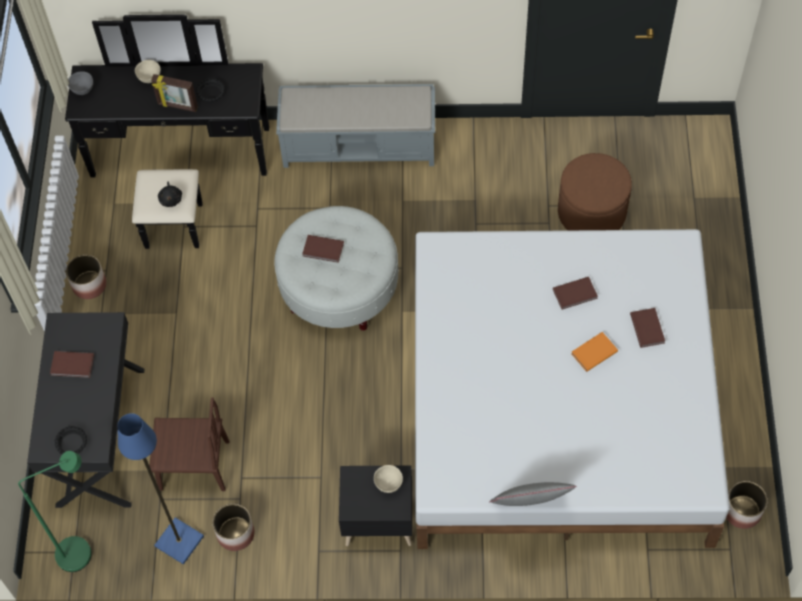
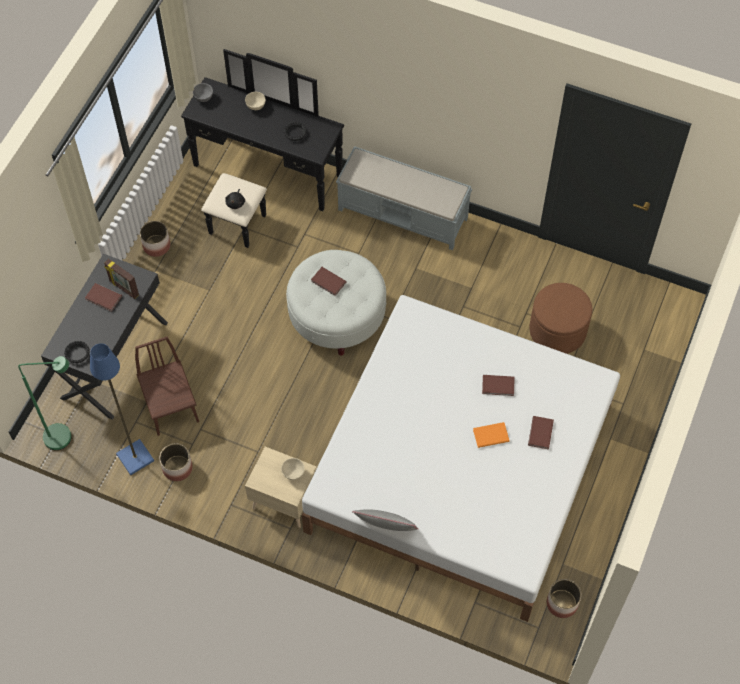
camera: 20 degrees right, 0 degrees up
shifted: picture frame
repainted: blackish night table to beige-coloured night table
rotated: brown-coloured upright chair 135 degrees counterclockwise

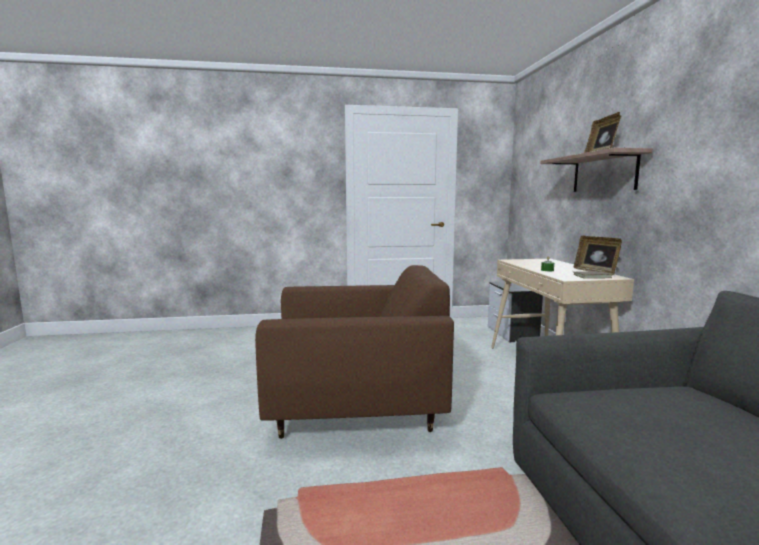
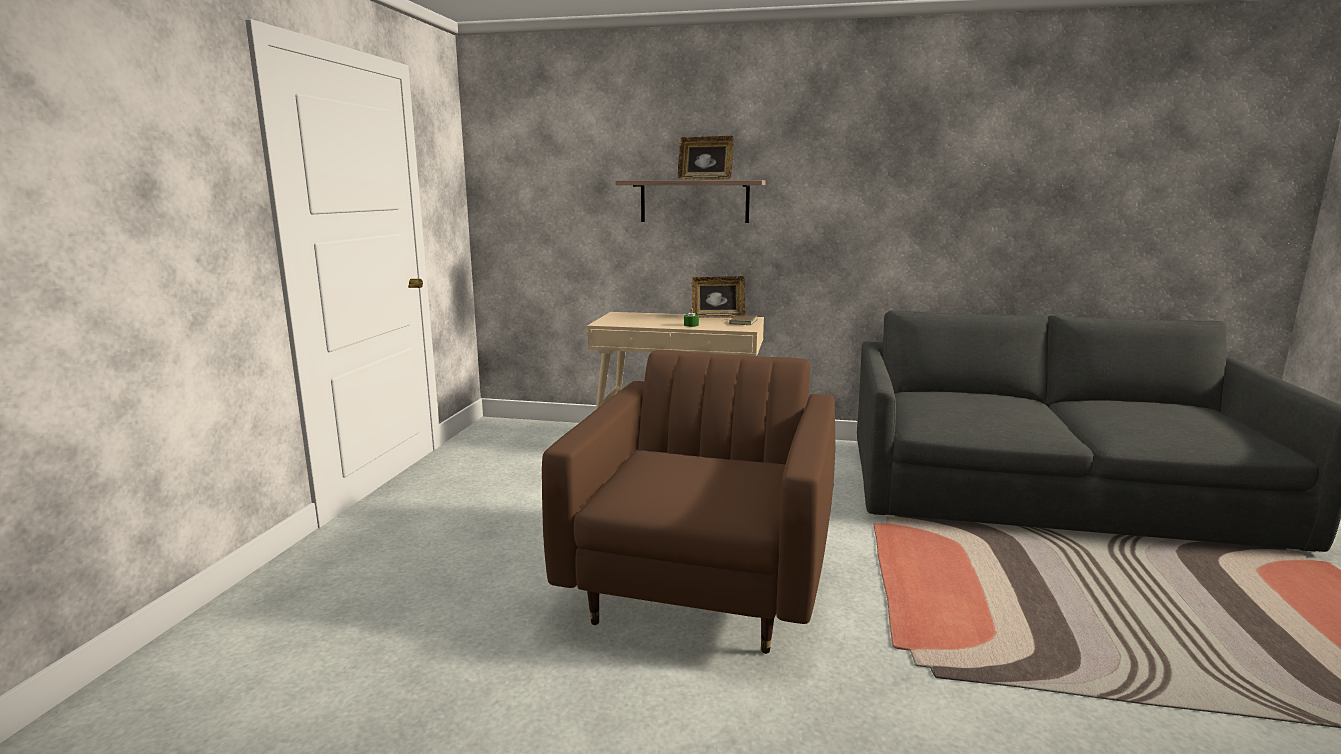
camera: 70 degrees left, 5 degrees up
gone: night table

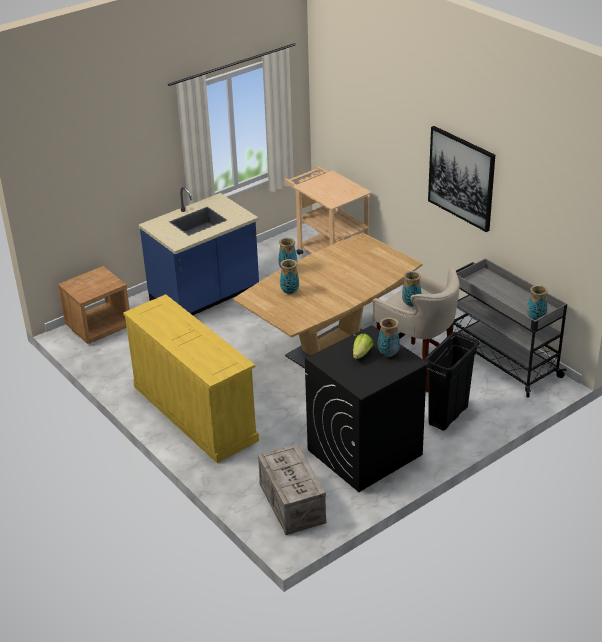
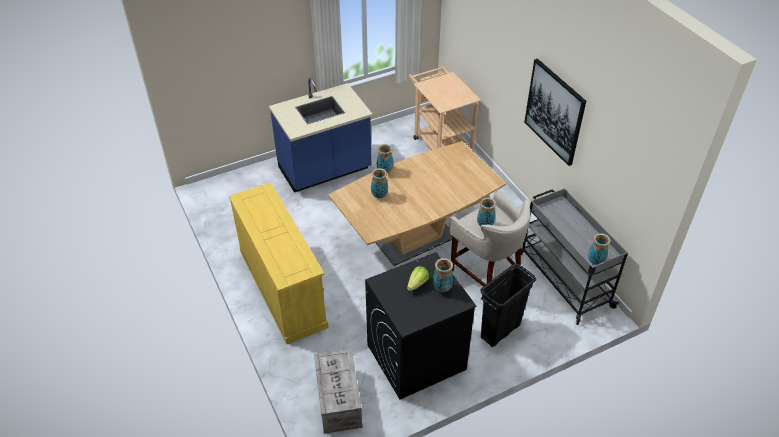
camera: 10 degrees right, 10 degrees up
gone: brown-coloured night table

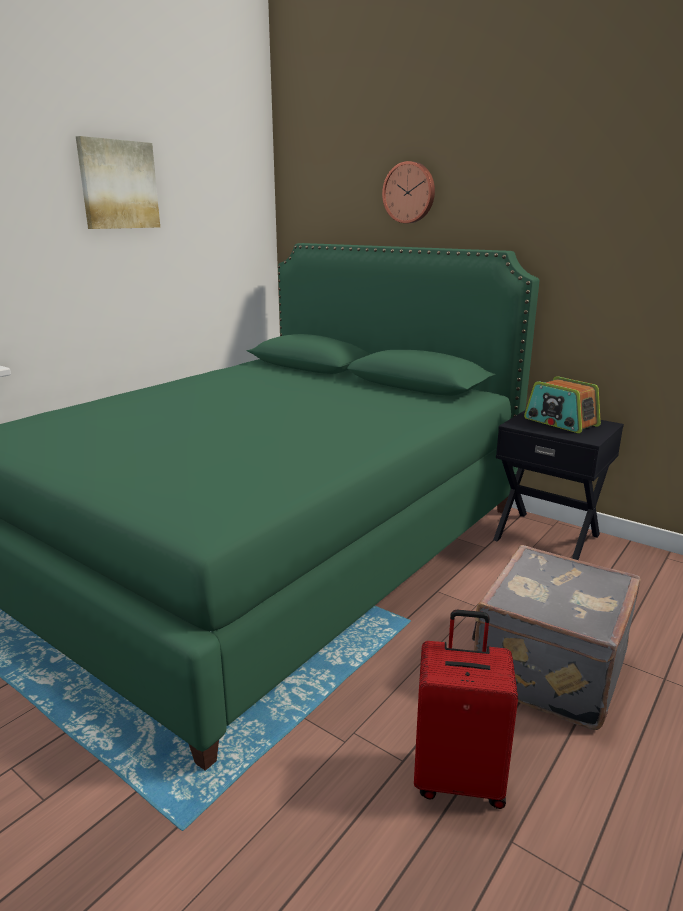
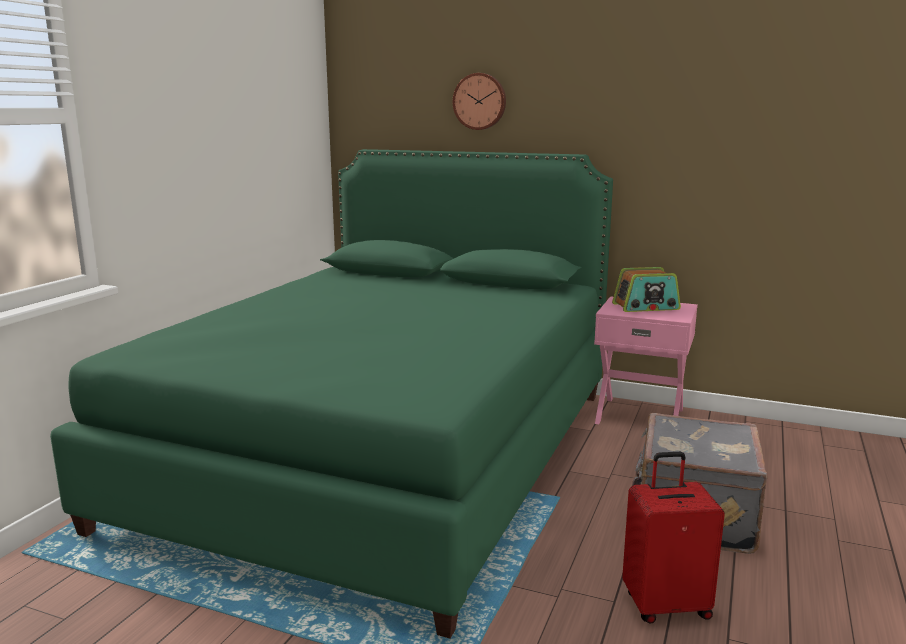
camera: 15 degrees left, 5 degrees down
gone: wall picture
repainted: blackish night table to pink night table
rotated: radio 45 degrees counterclockwise

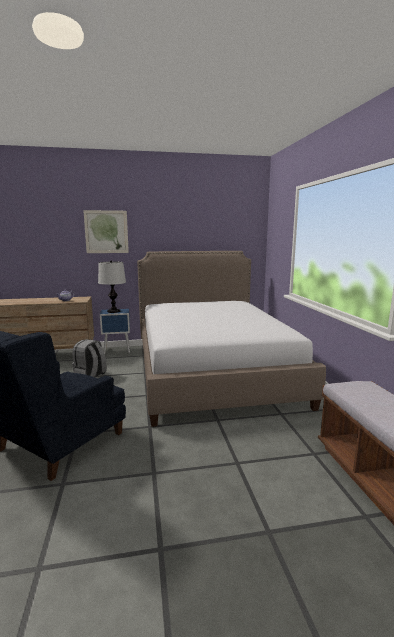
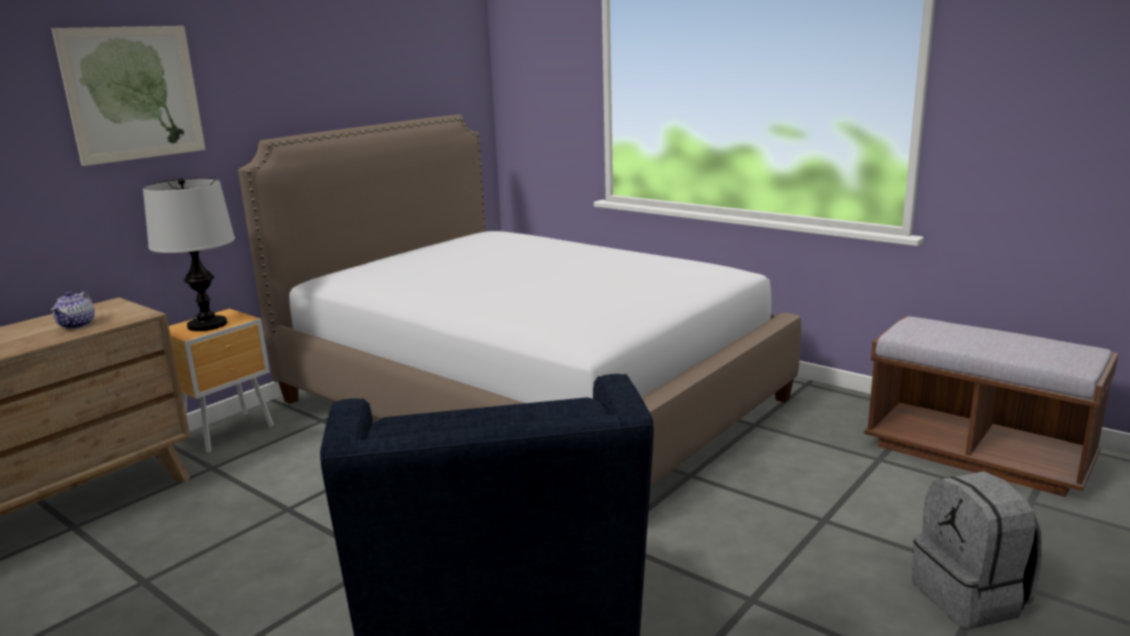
camera: 40 degrees left, 5 degrees up
shifted: greyish knapsack
repainted: bluish night table to brown-coloured night table

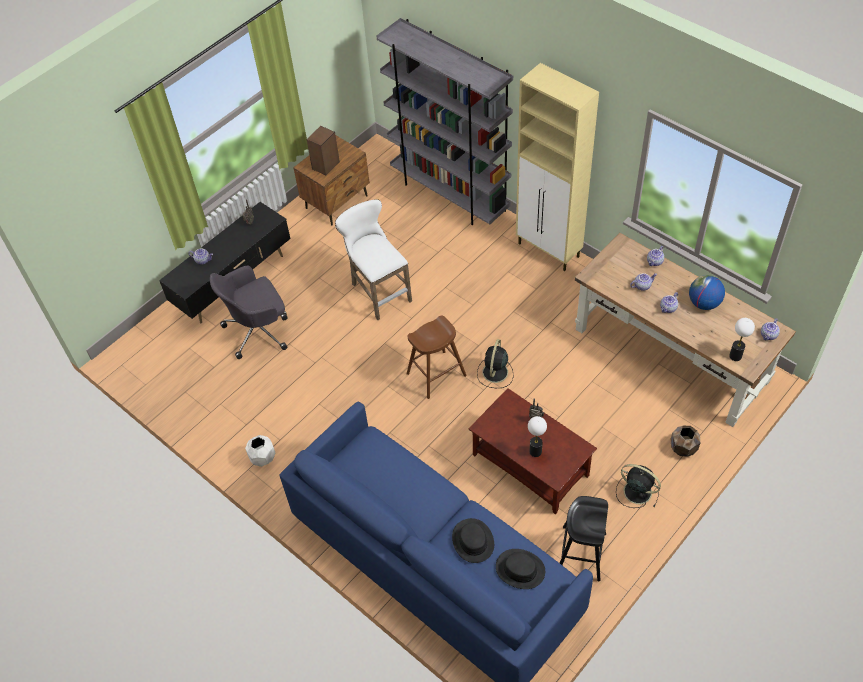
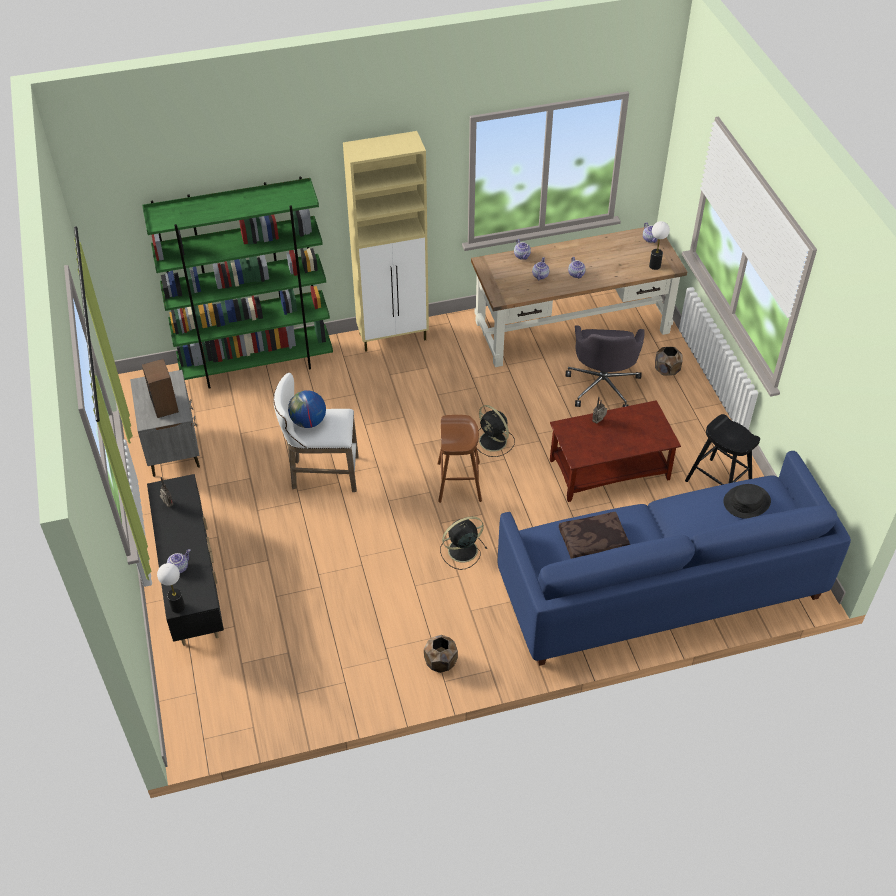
camera: 60 degrees left, 5 degrees down
gone: blackish clothing hat (no. 1 from left)
new: brown-coloured pillow
shifted: greyish office chair; table lamp (no. 1 from left); blackish electric fan (no. 2 from left in the first image) to blackish electric fan (no. 1 from left); desk globe
repainted: white plant pot to brown-coloured plant pot (no. 1 from left); brown-coloured night table to greyish night table; greyish bookshelf to green bookshelf

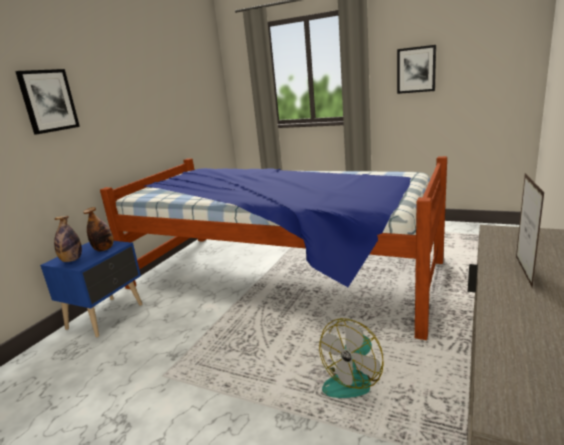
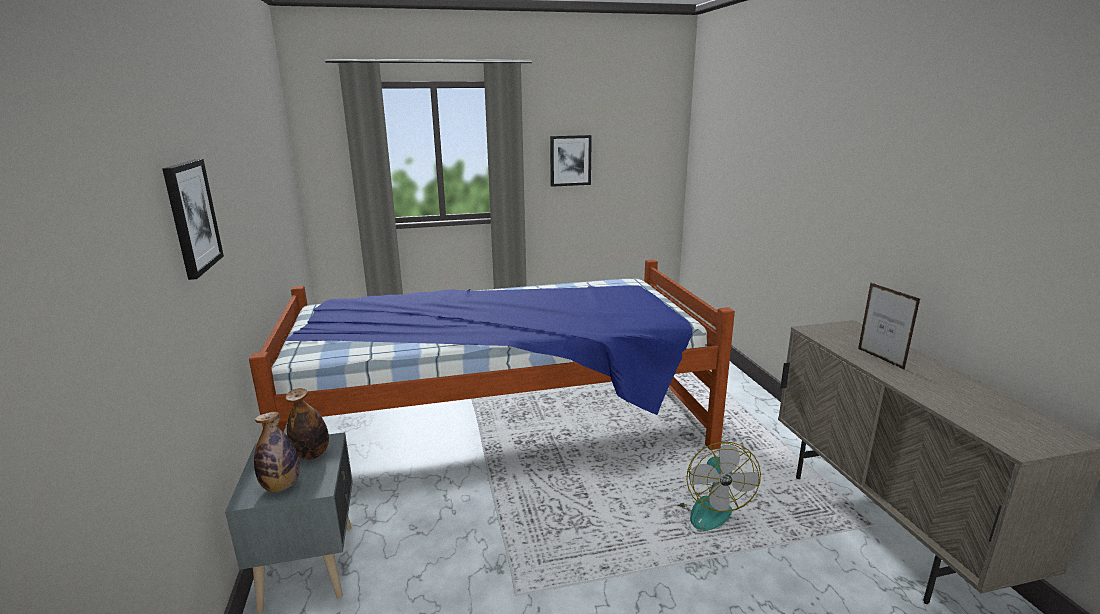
camera: 40 degrees left, 0 degrees up
repainted: bluish night table to greyish night table

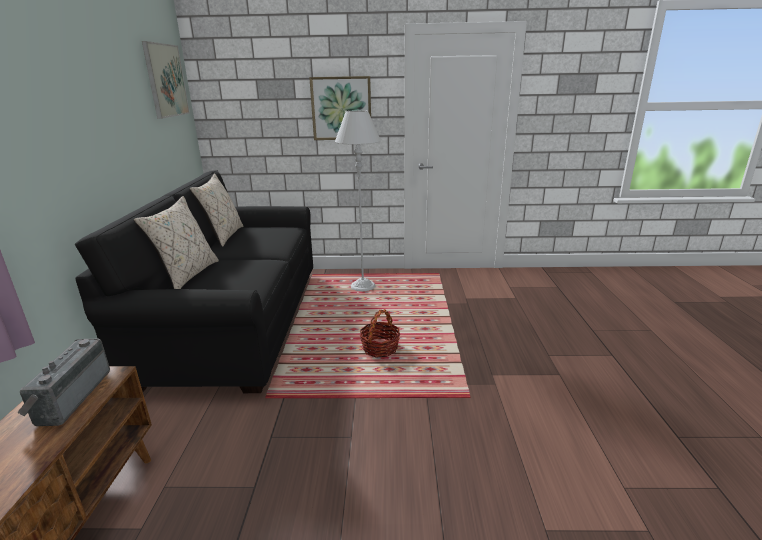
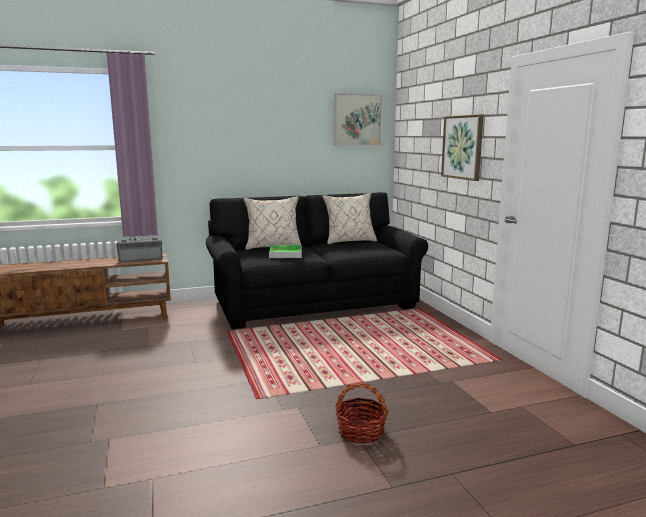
camera: 70 degrees right, 10 degrees down
gone: greyish standard lamp
new: carrying tray
shifted: storage basket

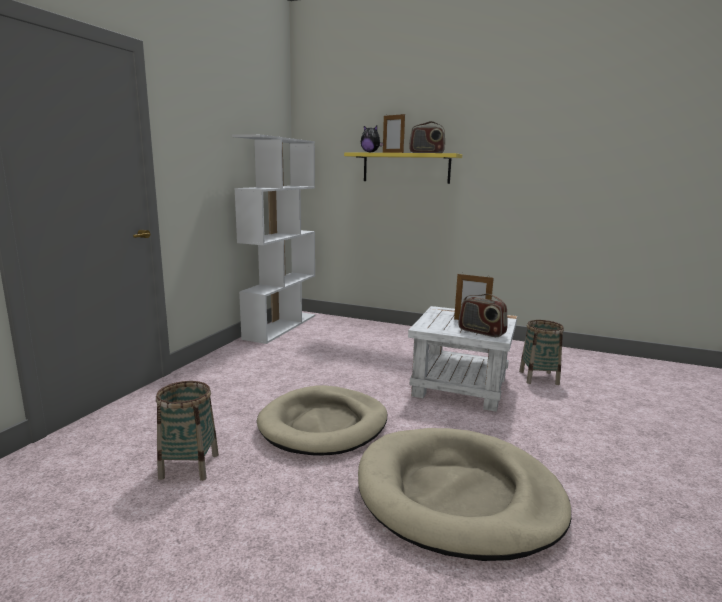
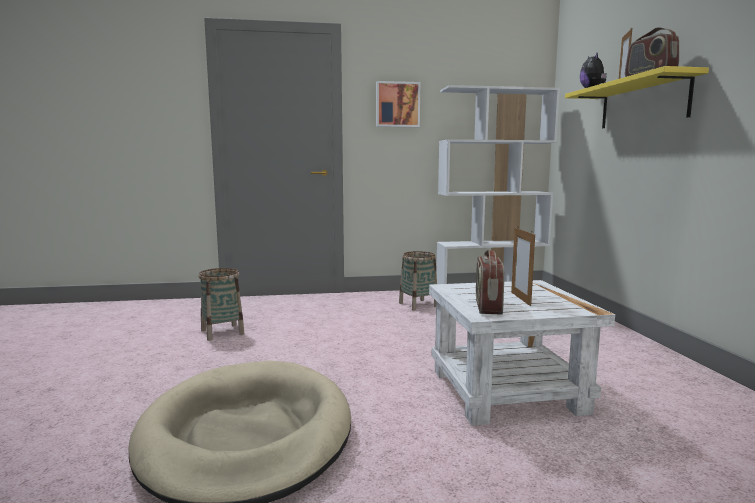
camera: 60 degrees right, 5 degrees down
gone: beige-coloured dog cushion (no. 1 from left)
new: wall picture
shifted: storage basket (no. 2 from left)

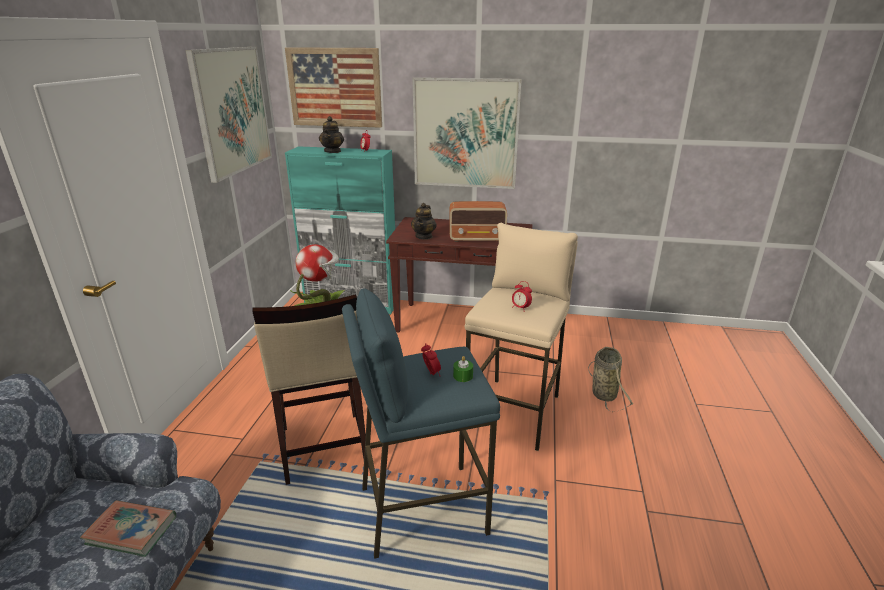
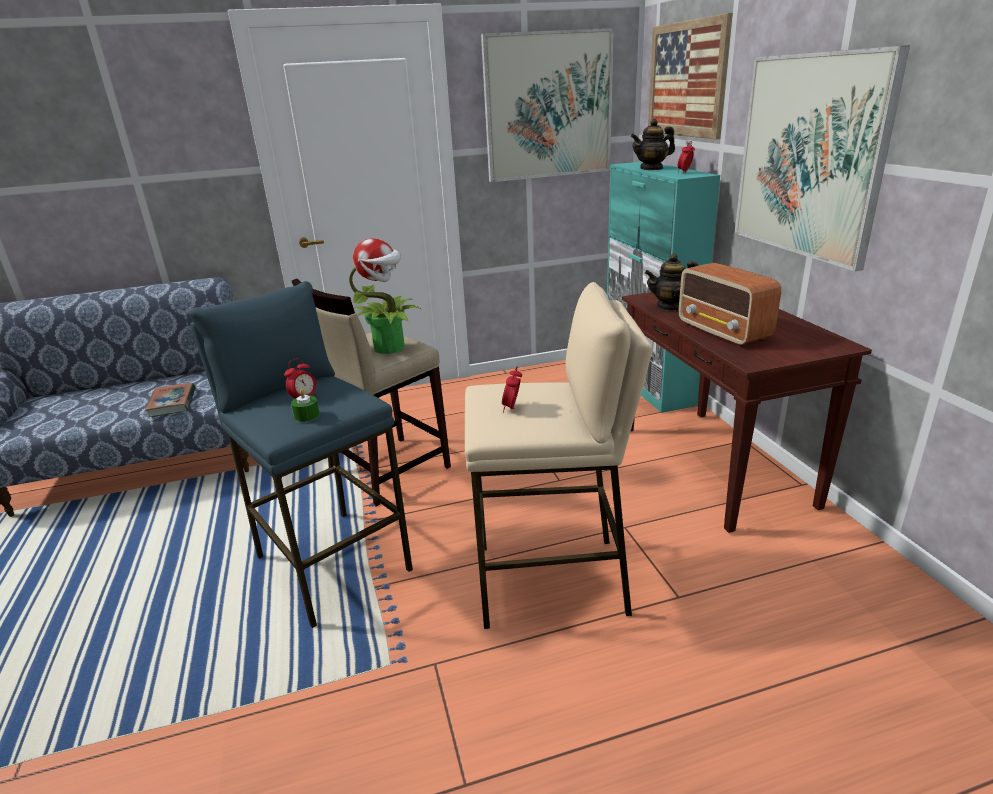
camera: 65 degrees right, 0 degrees up
gone: storage basket

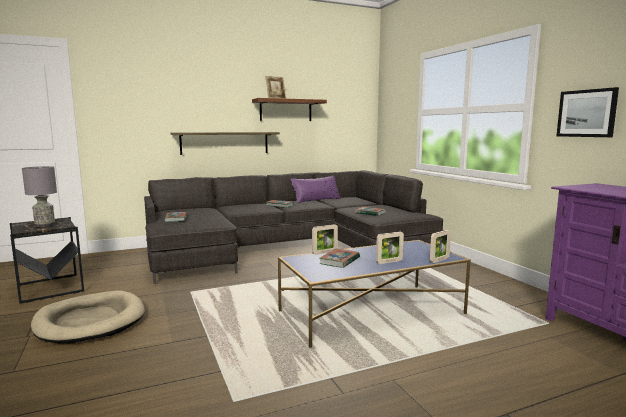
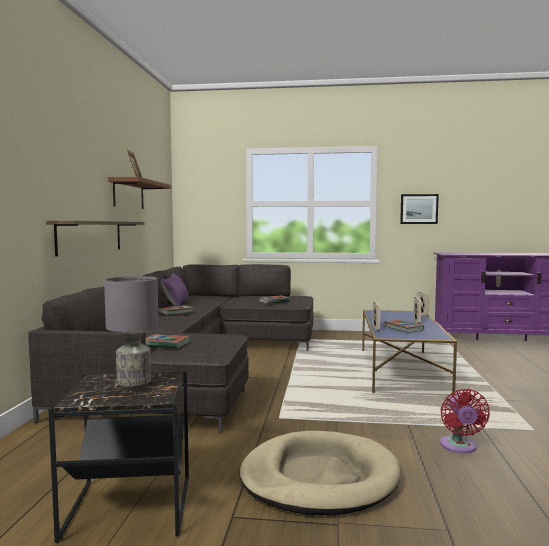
camera: 60 degrees left, 5 degrees down
new: red-coloured electric fan

